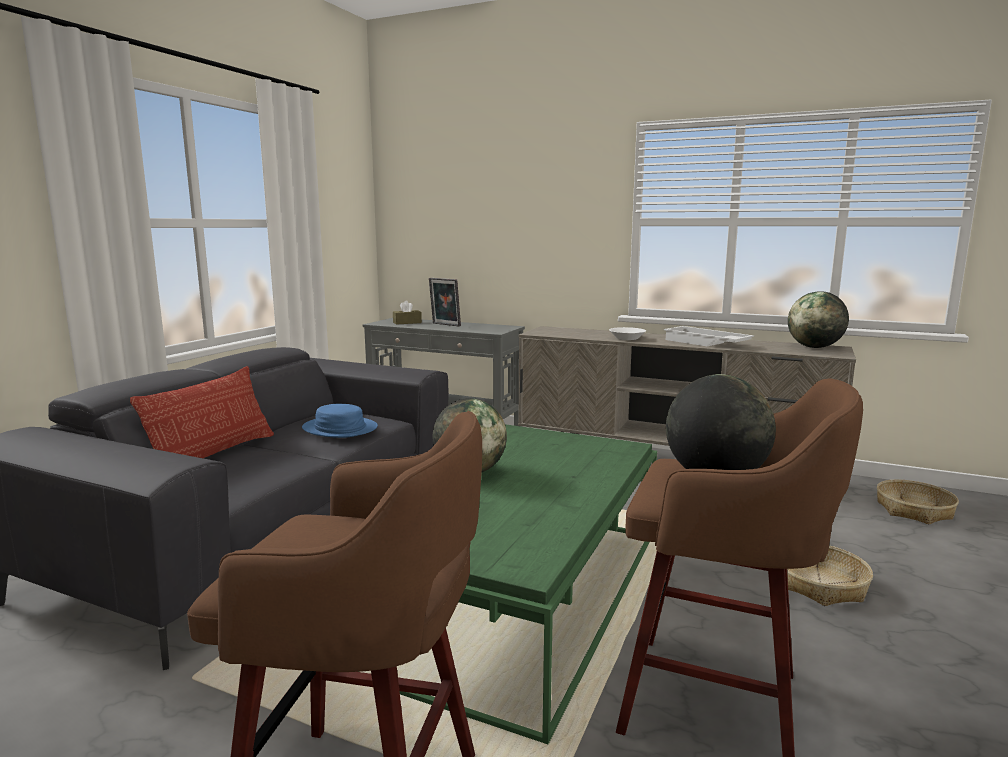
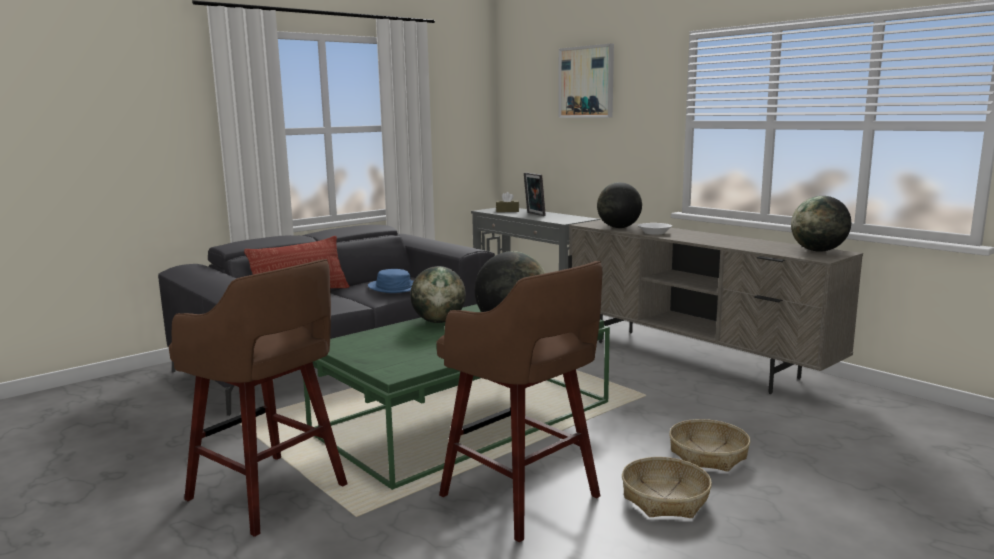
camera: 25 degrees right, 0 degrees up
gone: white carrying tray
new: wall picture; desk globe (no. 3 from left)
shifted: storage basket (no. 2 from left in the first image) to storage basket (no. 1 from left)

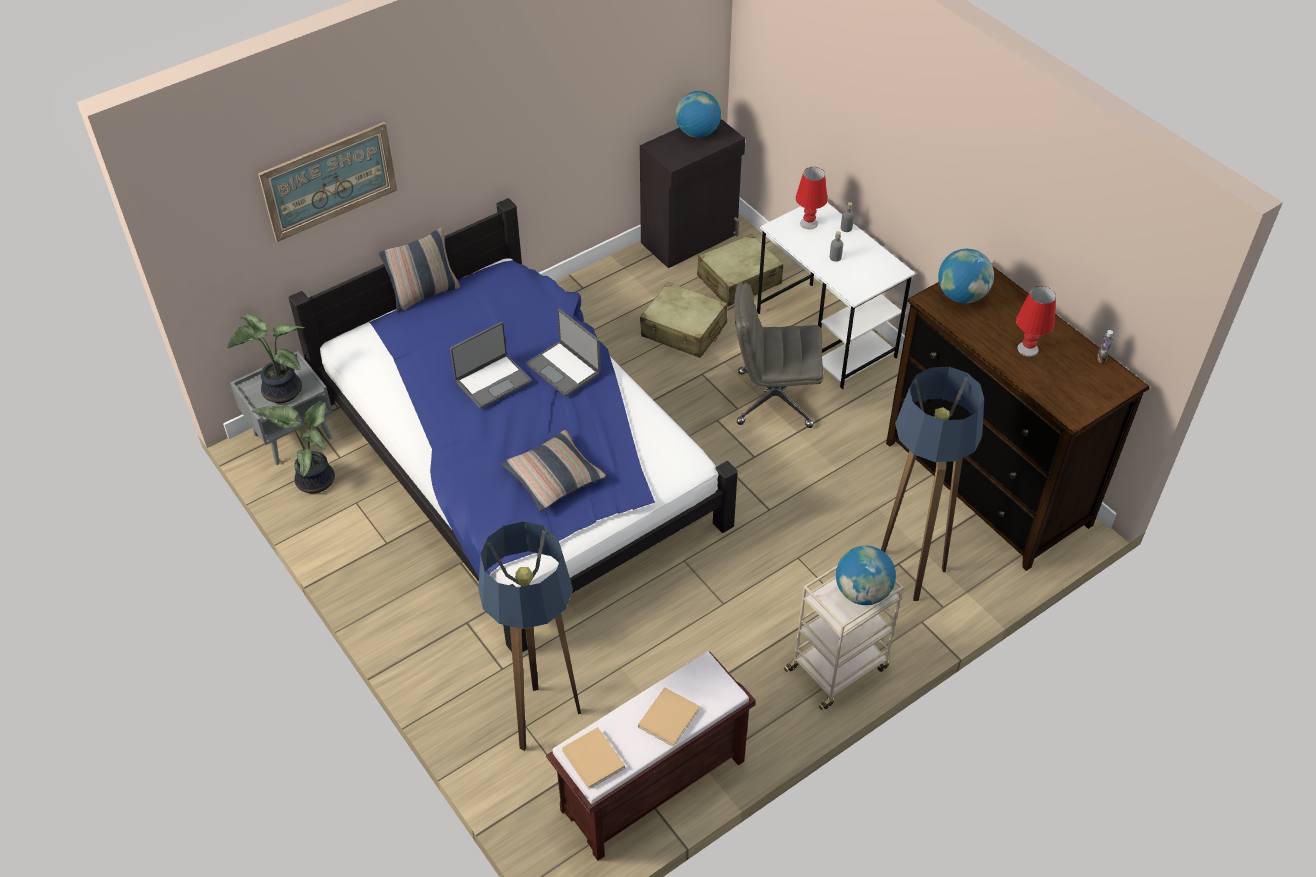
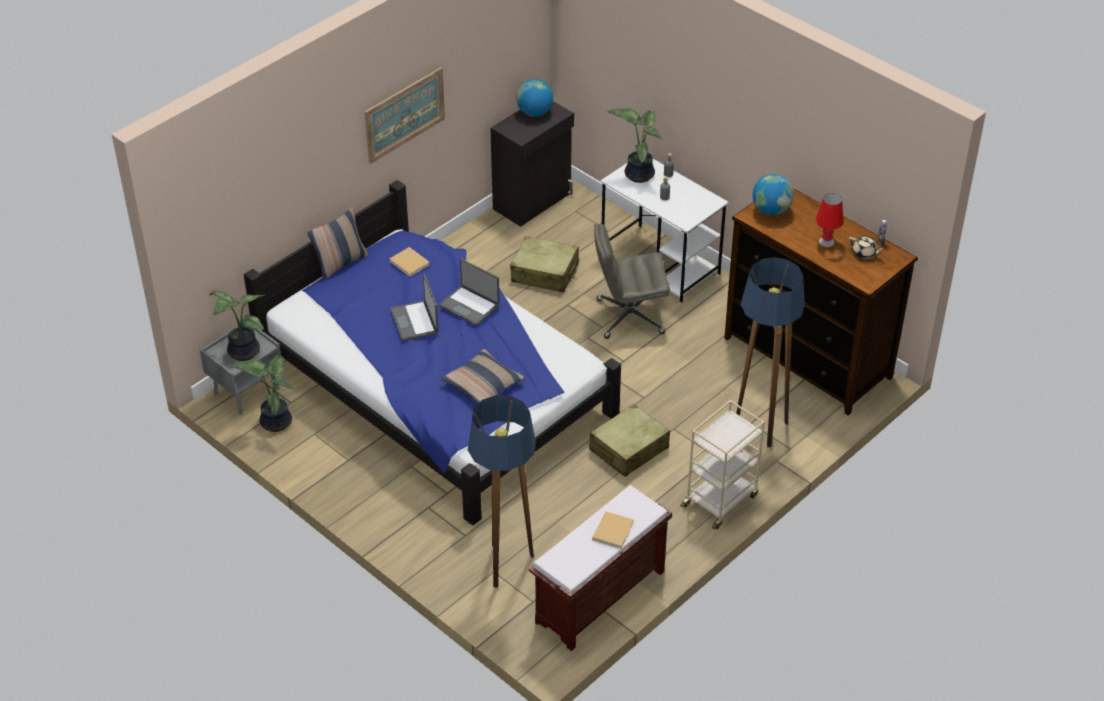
camera: 10 degrees left, 5 degrees down
gone: desk globe (no. 2 from left)
new: beige-coloured pot for tea
shifted: wall picture; beige-coloured volume (no. 1 from left); beige-coloured suitcase (no. 2 from left)
swapped: red-coloured table lamp (no. 1 from left) to potted plant (no. 3 from left)
rotated: portable computer (no. 1 from left) 120 degrees clockwise

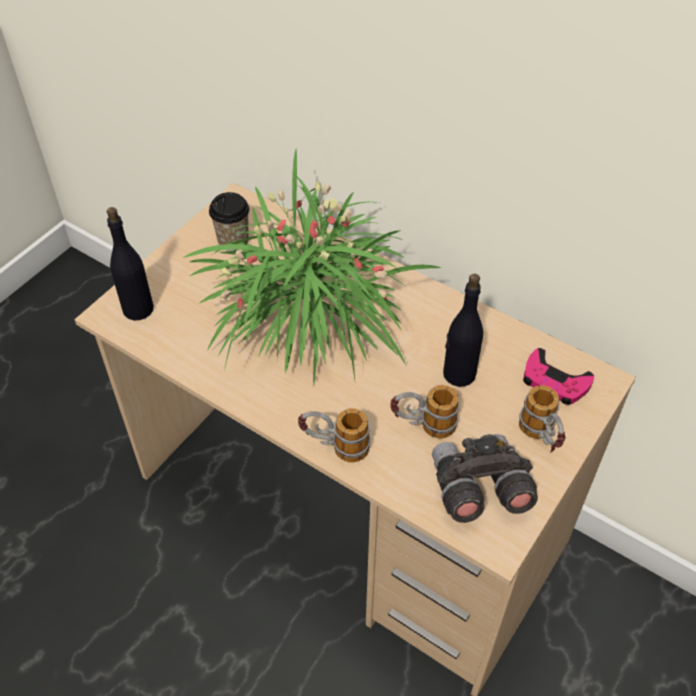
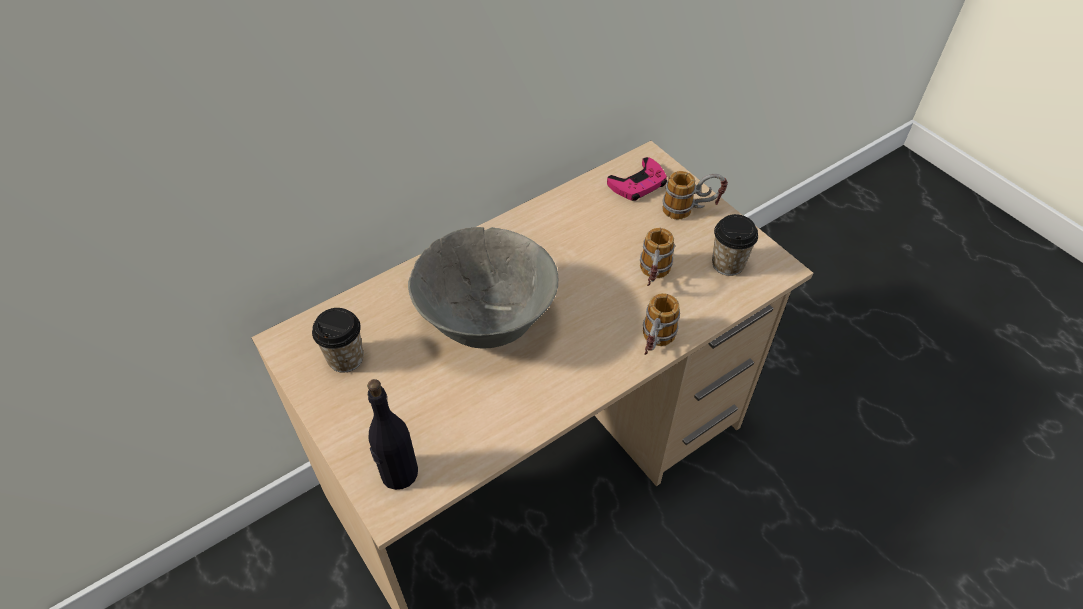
camera: 70 degrees left, 0 degrees up
gone: blackish beverage bottle (no. 2 from left)
swapped: potted plant to greyish serving bowl; greyish field glasses to cup (no. 2 from left)

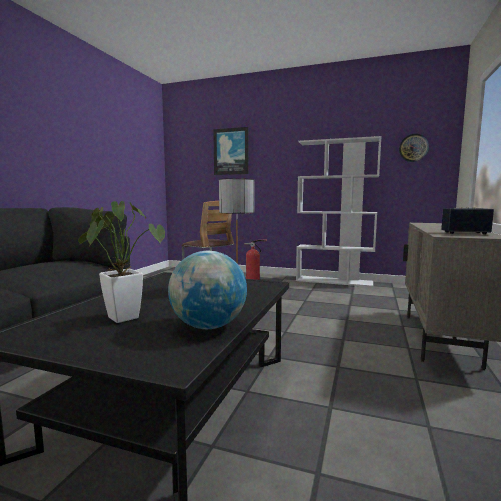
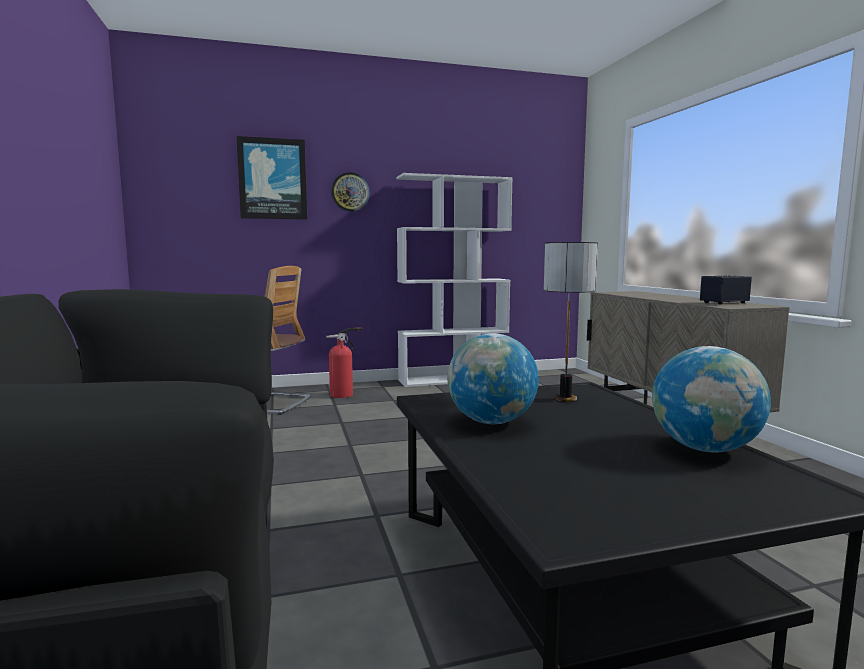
camera: 35 degrees left, 0 degrees up
gone: potted plant
new: desk globe (no. 1 from left)
shifted: clock on the wall

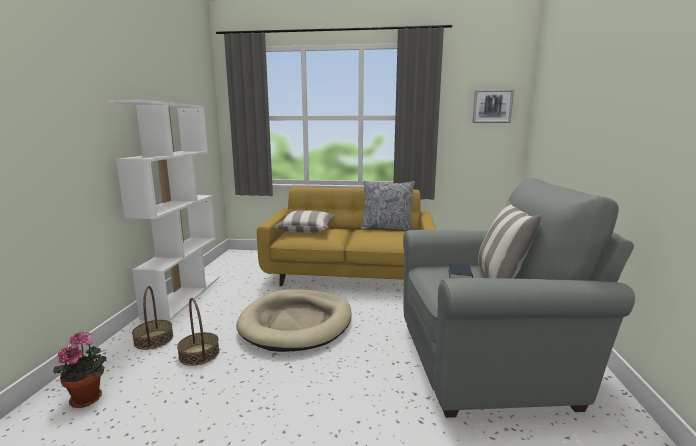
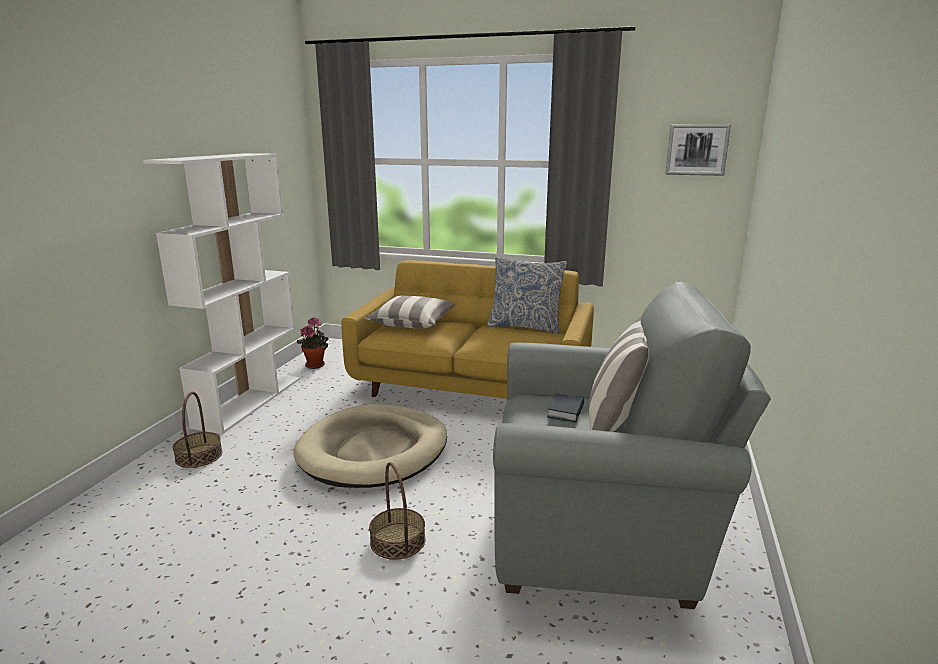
camera: 10 degrees right, 5 degrees up
shifted: potted plant; storage basket (no. 2 from left)

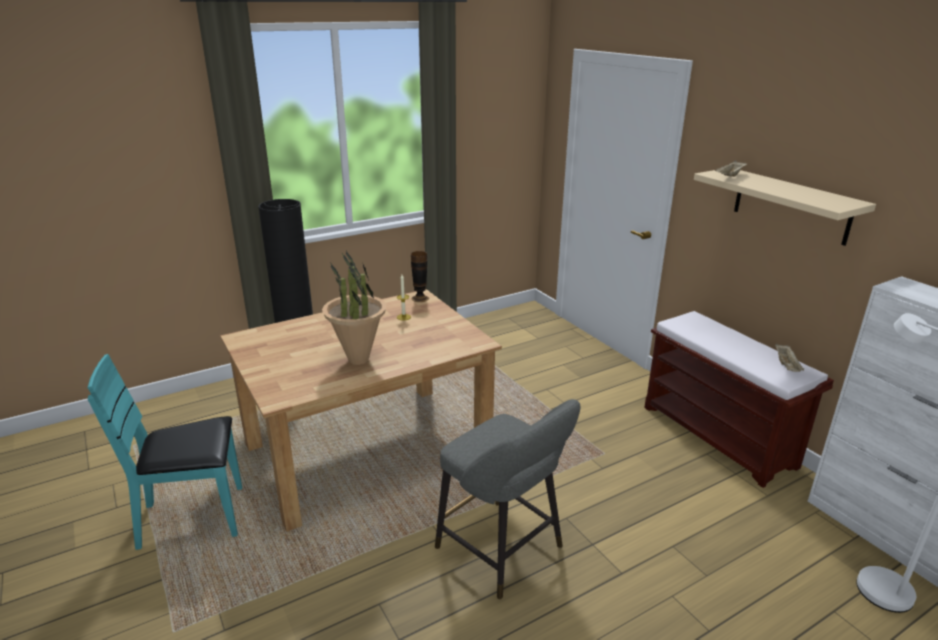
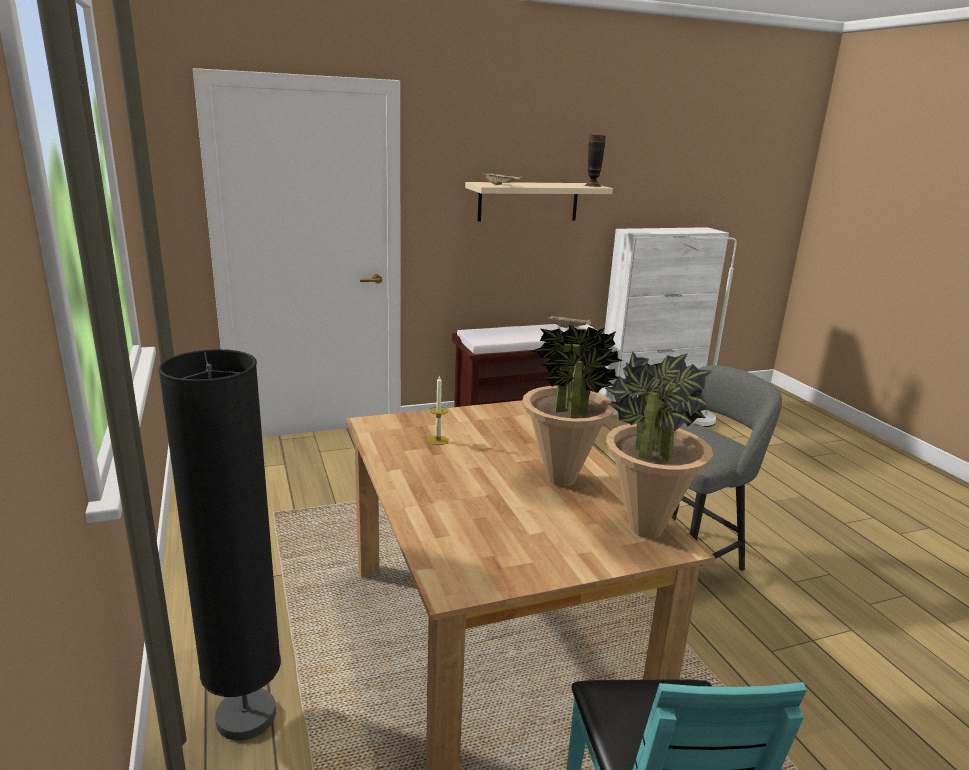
camera: 80 degrees left, 5 degrees down
new: potted plant (no. 2 from left)
shifted: decorative vase

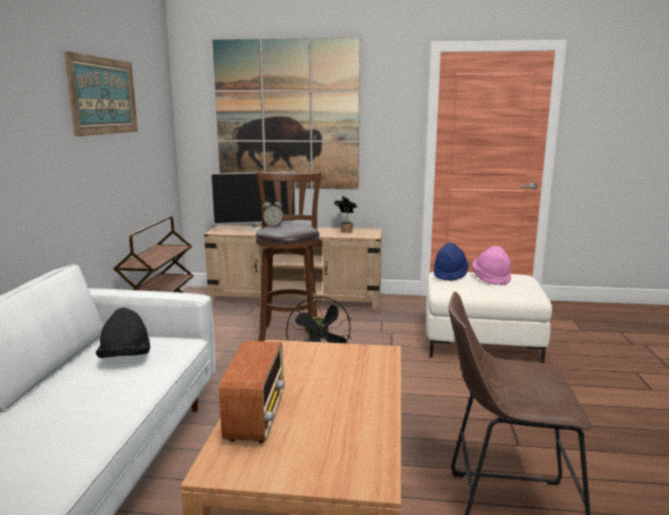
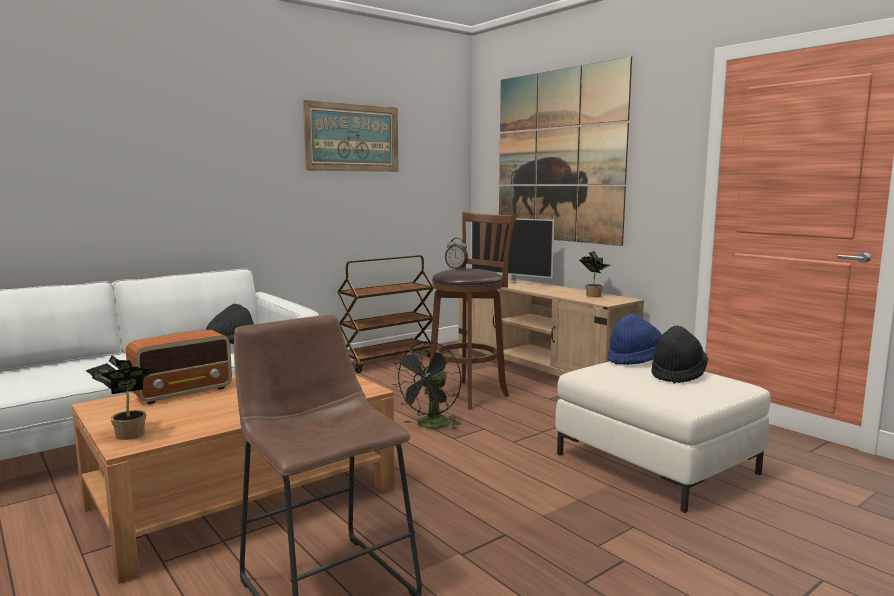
camera: 45 degrees right, 5 degrees down
new: potted plant (no. 1 from left)
repainted: pink clothing hat to blackish clothing hat (no. 2 from left)

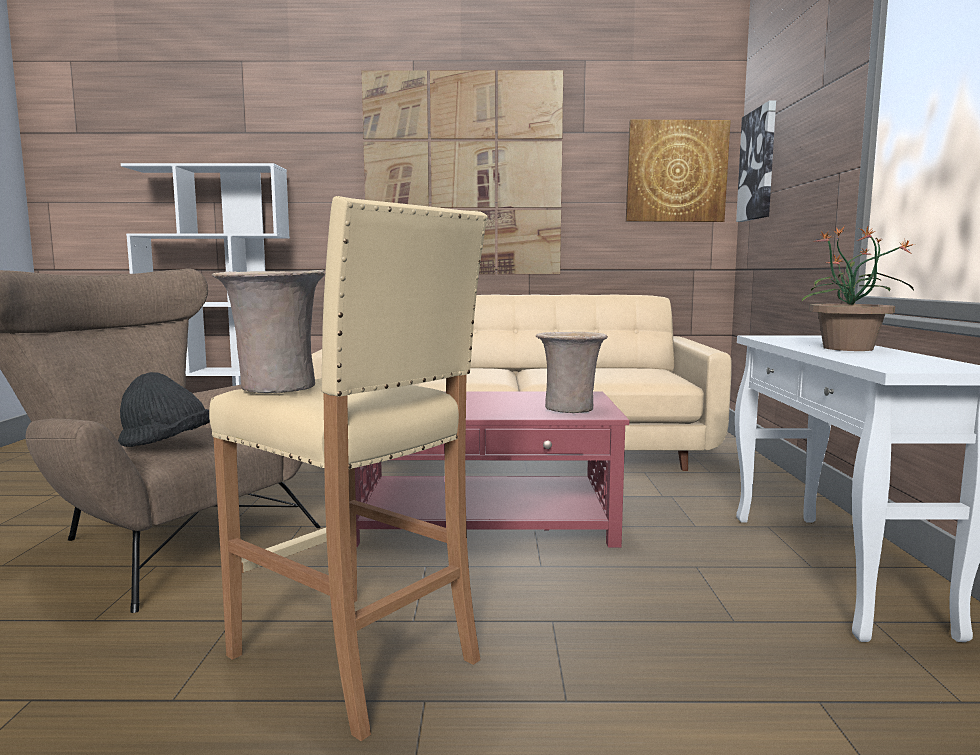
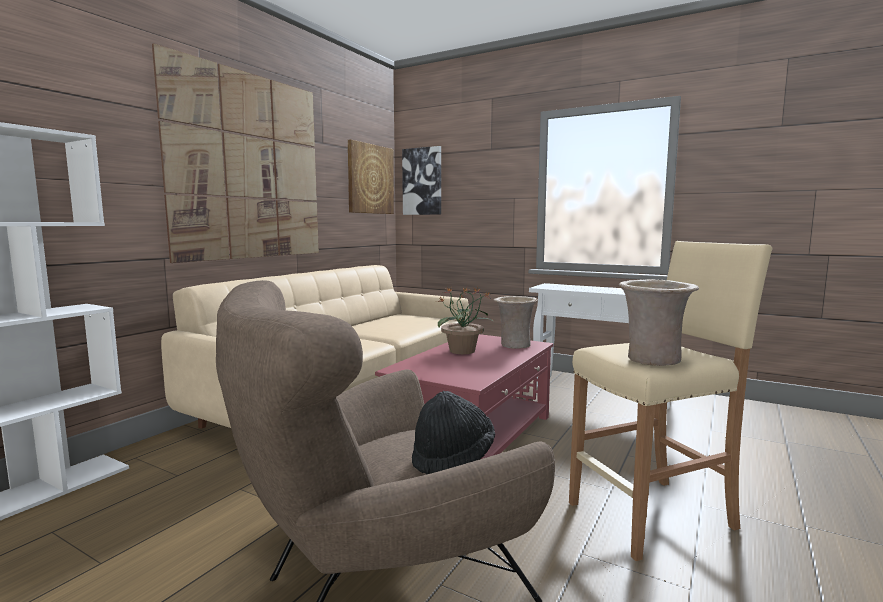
camera: 60 degrees left, 0 degrees up
shifted: potted plant

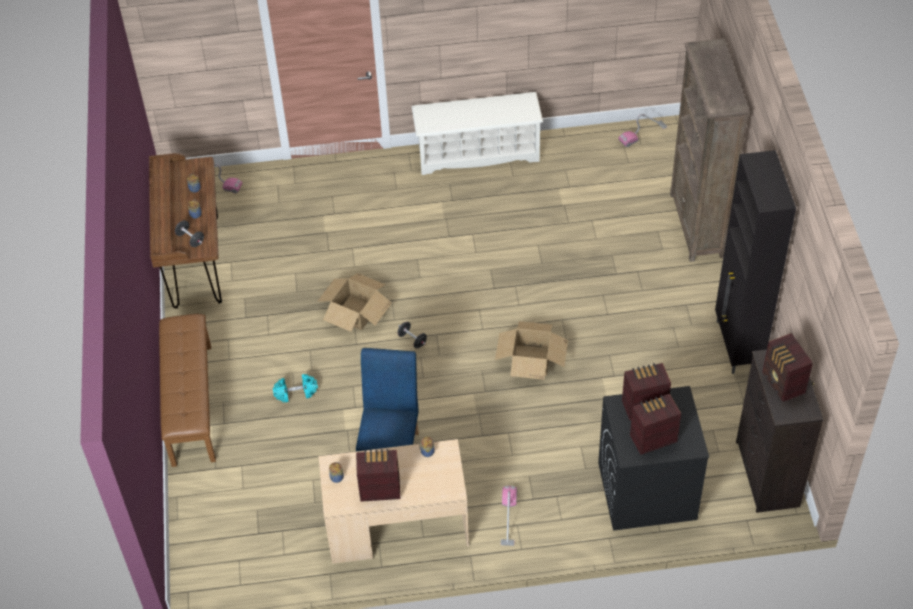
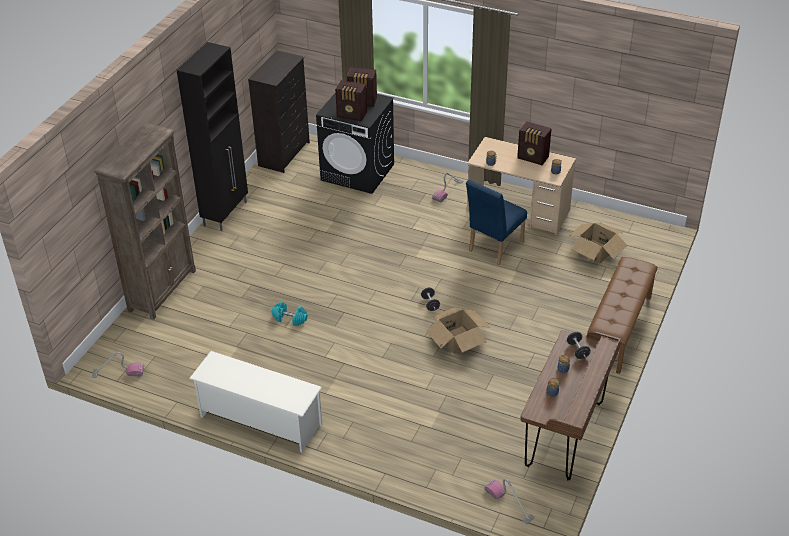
camera: 150 degrees left, 10 degrees down
gone: radio (no. 4 from left)
shifted: turquoise-coloured free weight; carton (no. 2 from left)

